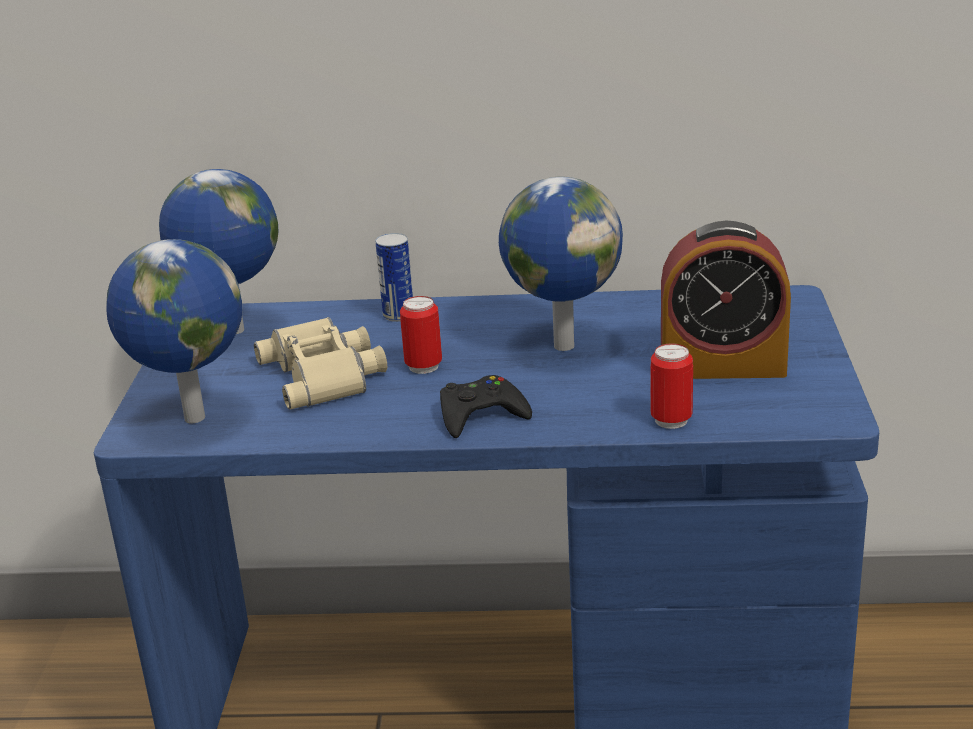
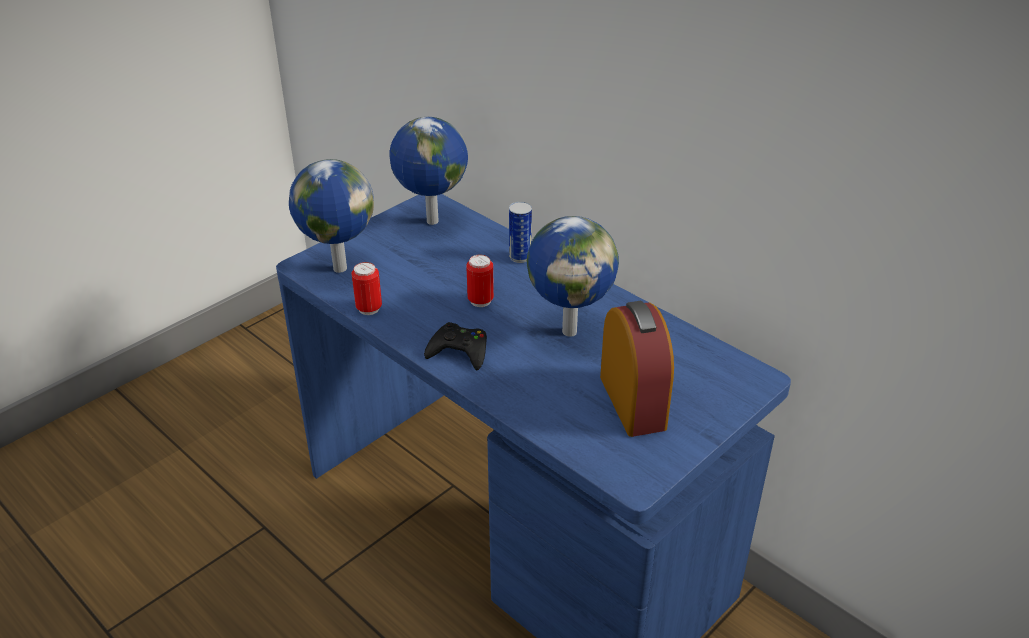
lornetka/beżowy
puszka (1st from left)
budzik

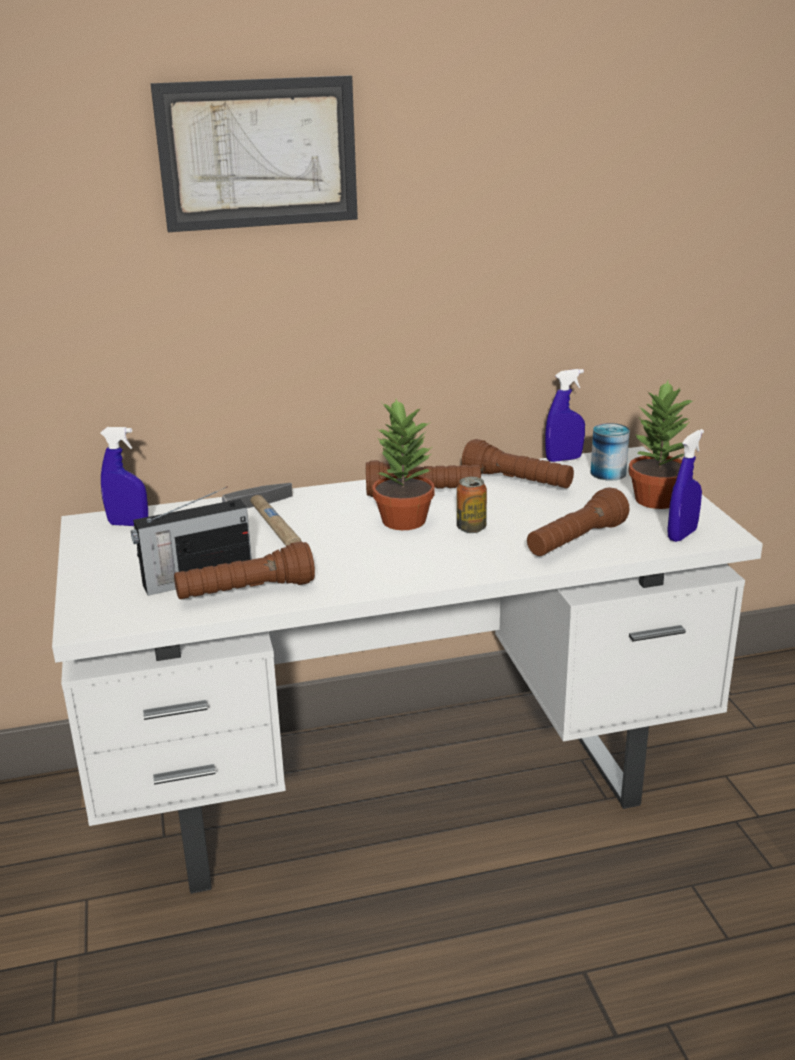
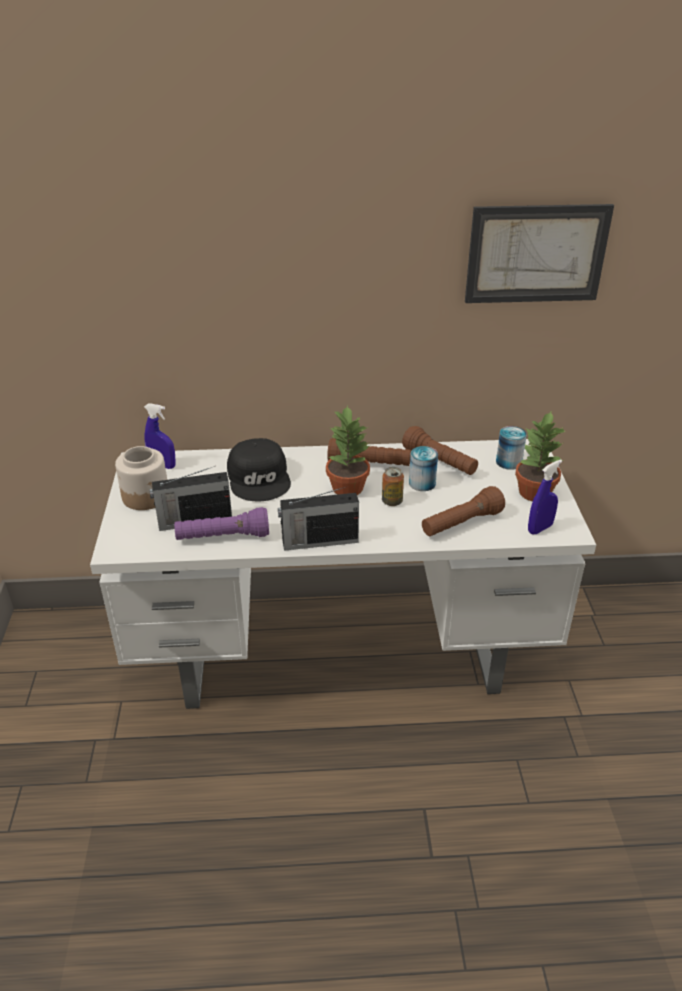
obraz
latarka/fioletowy
czapka z daszkiem/czarny
spryskiwacz/niebieski (2nd from left in the first image)
słoik
radio (2nd from left)
puszka (2nd from left)

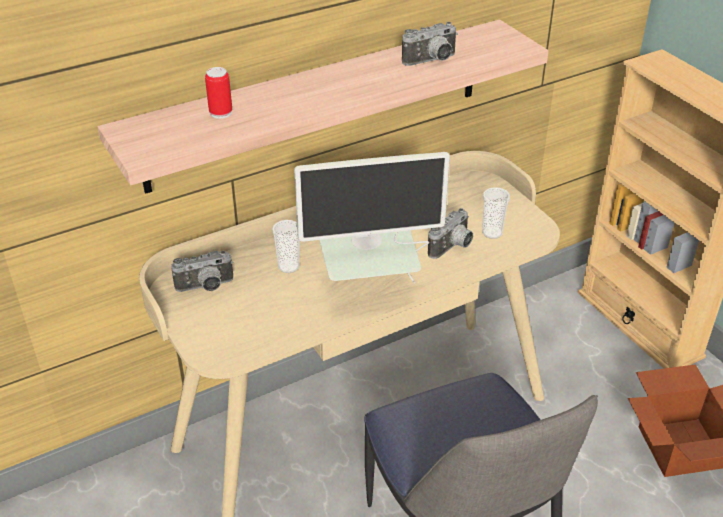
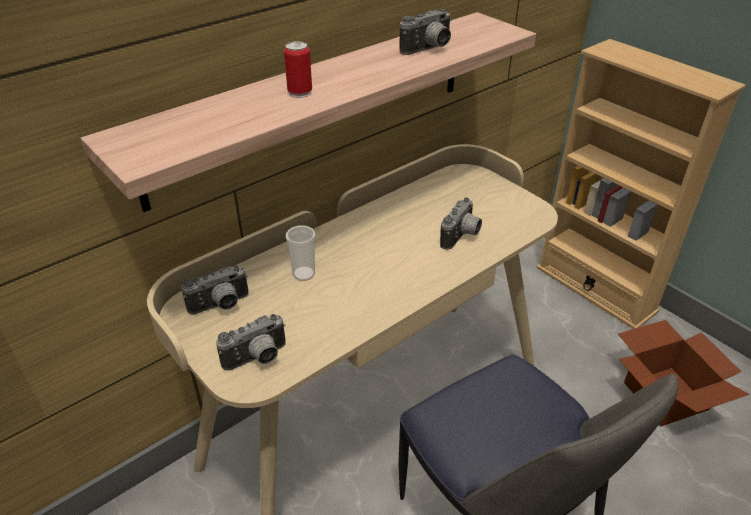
puszka
monitor
filiżanka (2nd from left in the first image)
aparat fotograficzny (2nd from left)

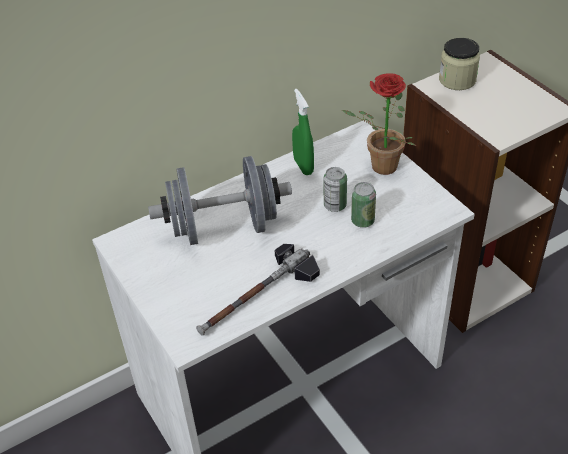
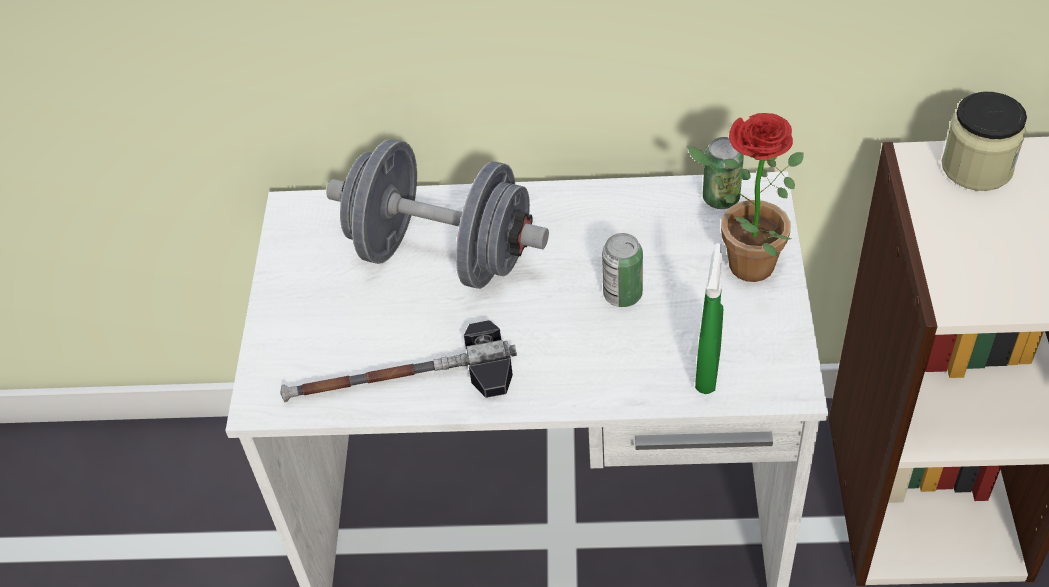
spryskiwacz/zielony
puszka (2nd from left)

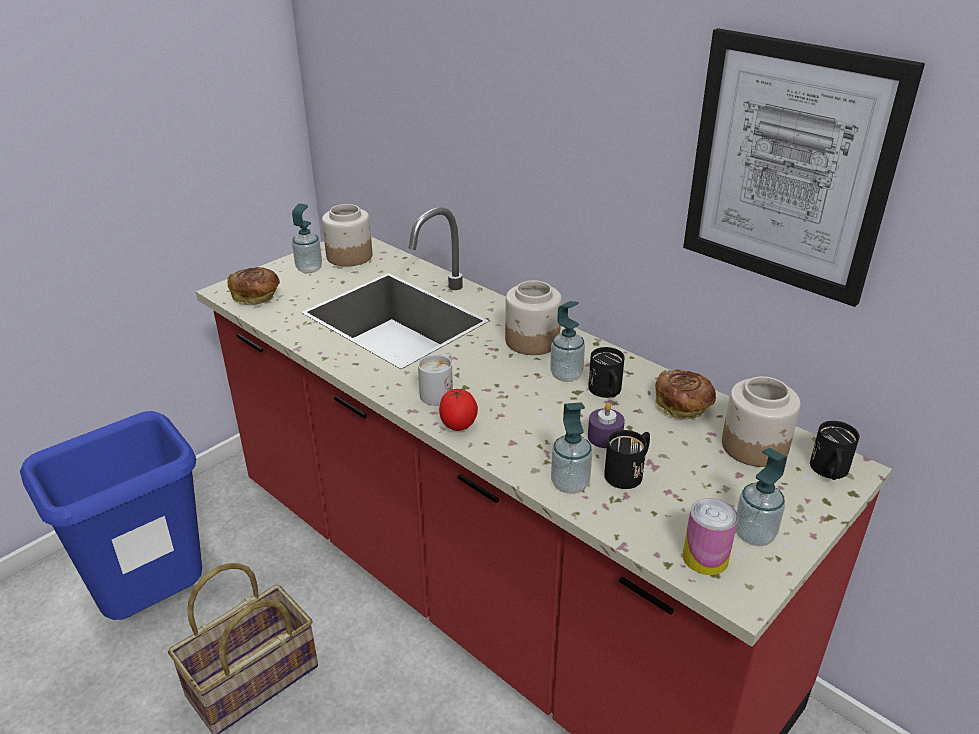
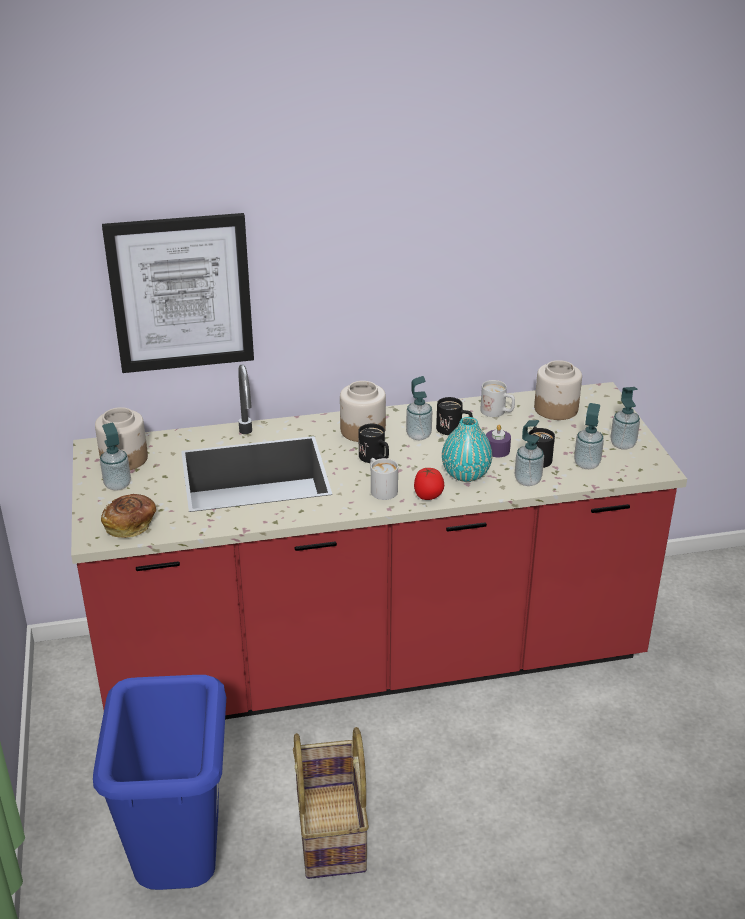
kubek/biały (2nd from left)
obraz
puszka
kubek/czarny (1st from left)
wazon/turkusowy
dozownik mydła (4th from left)

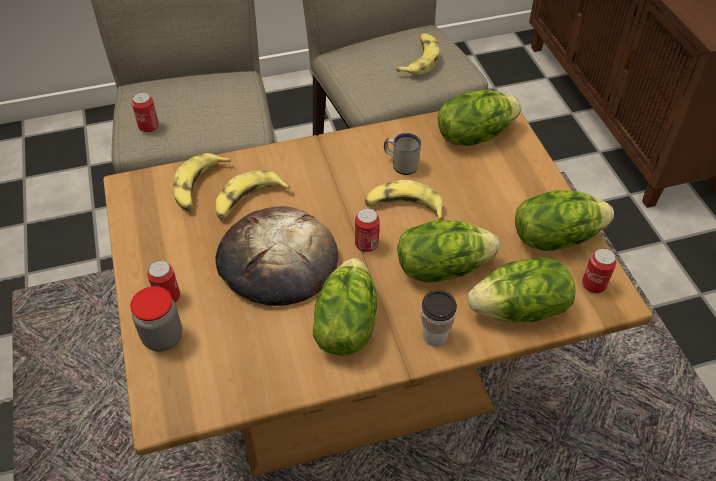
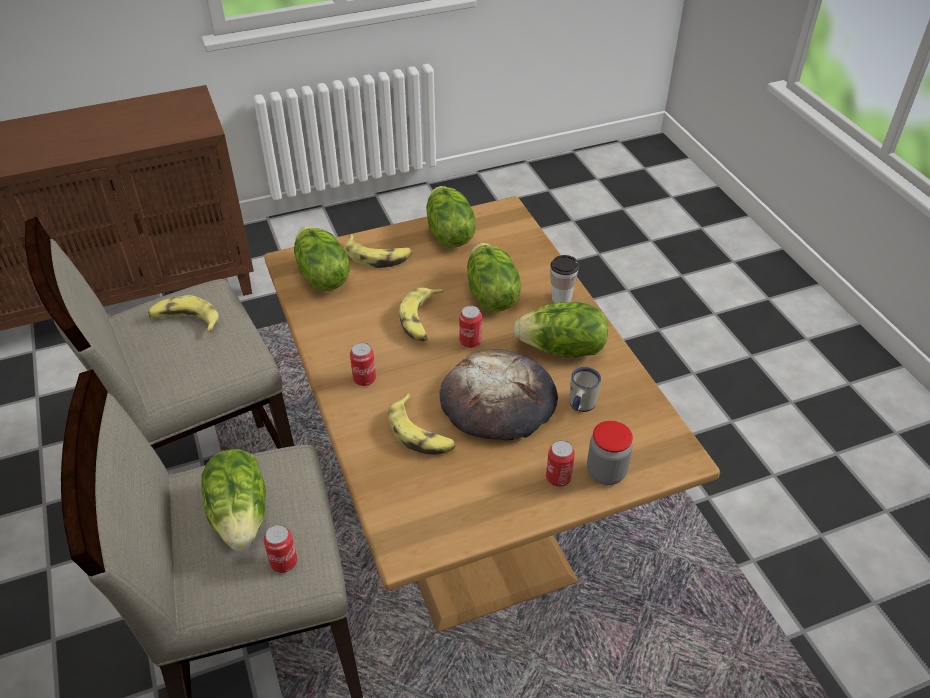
banan (2nd from left)
kubek/biały
sałata (1st from left)
puszka (2nd from left)

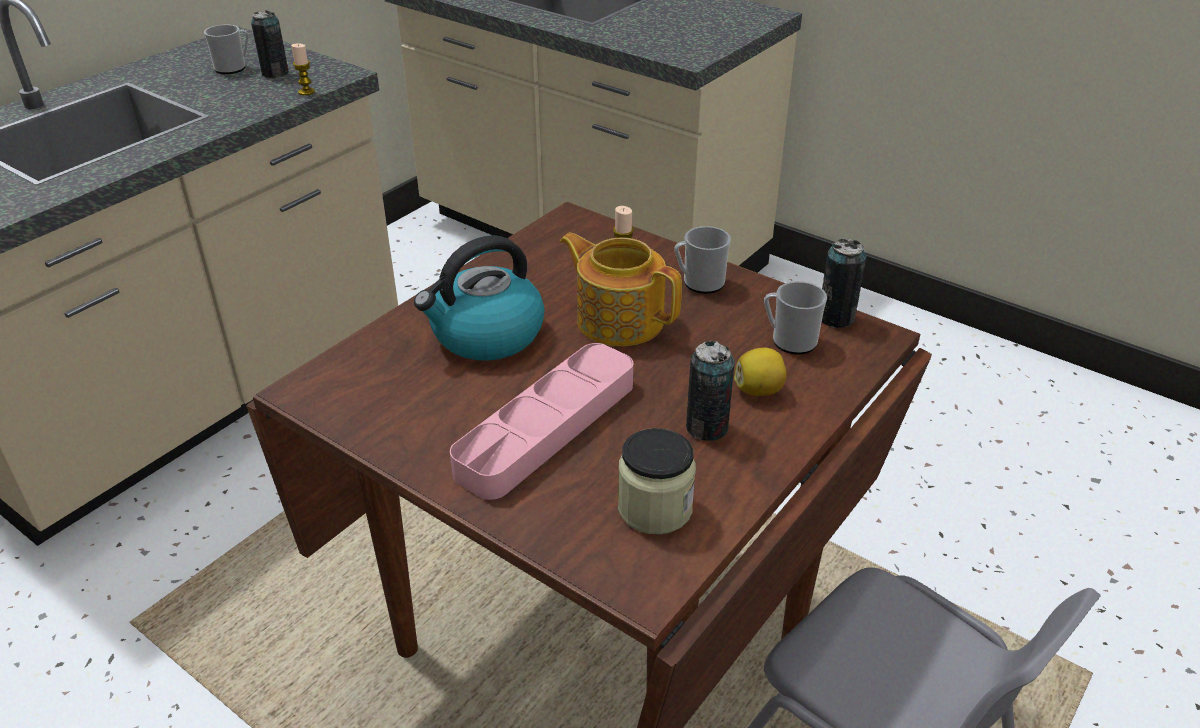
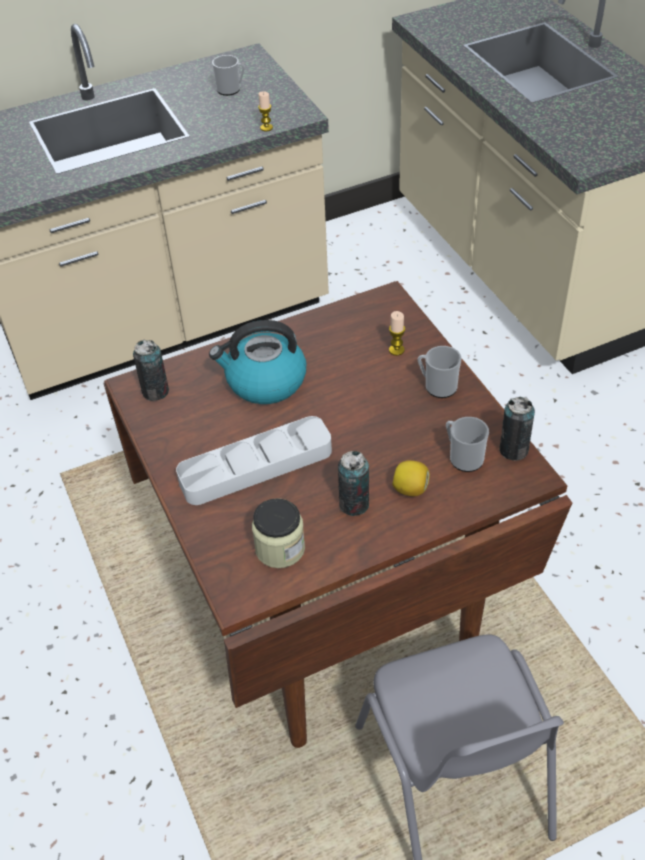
puszka (1st from left)
taca/szary
imbryk

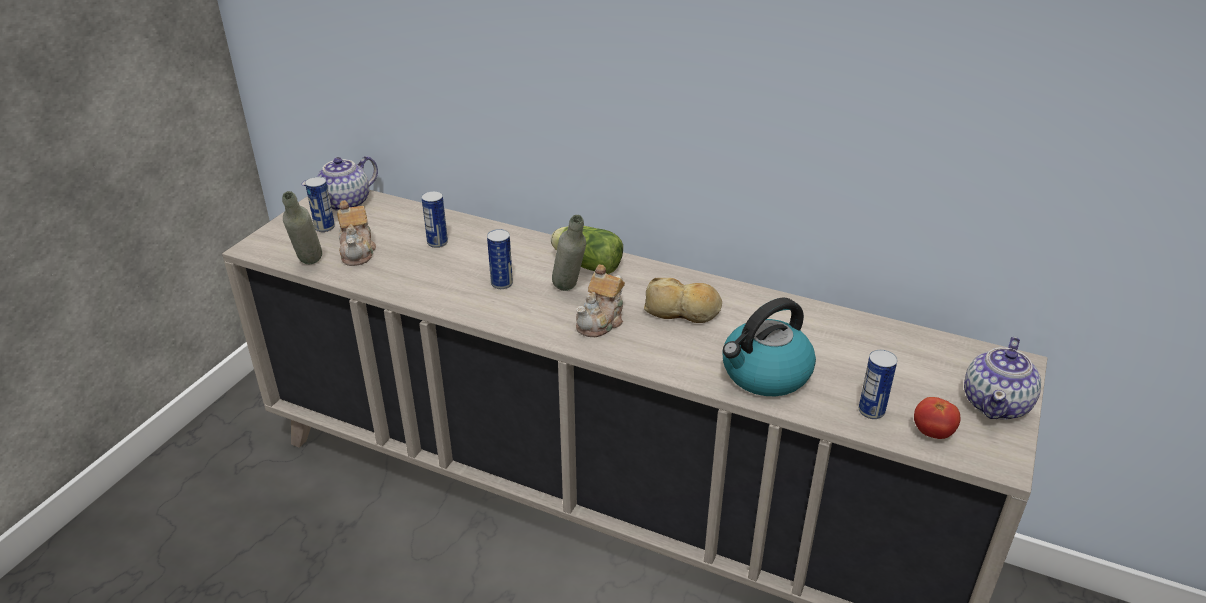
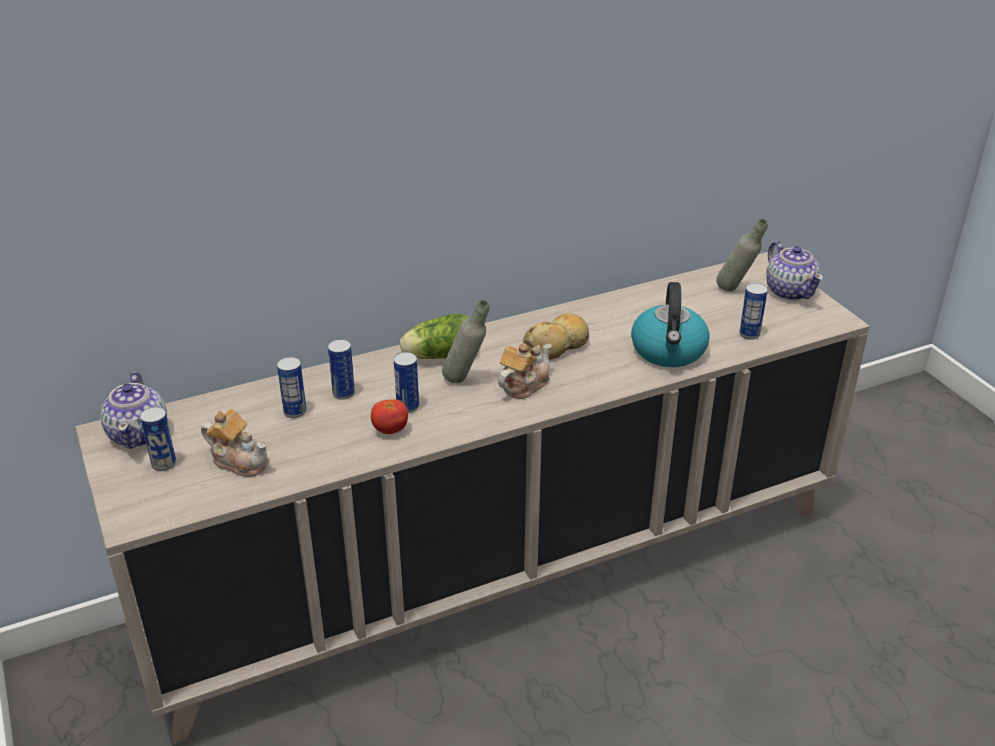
butelka/szary (2nd from left)
imbryk (3rd from left)
pomidor
puszka (3rd from left)

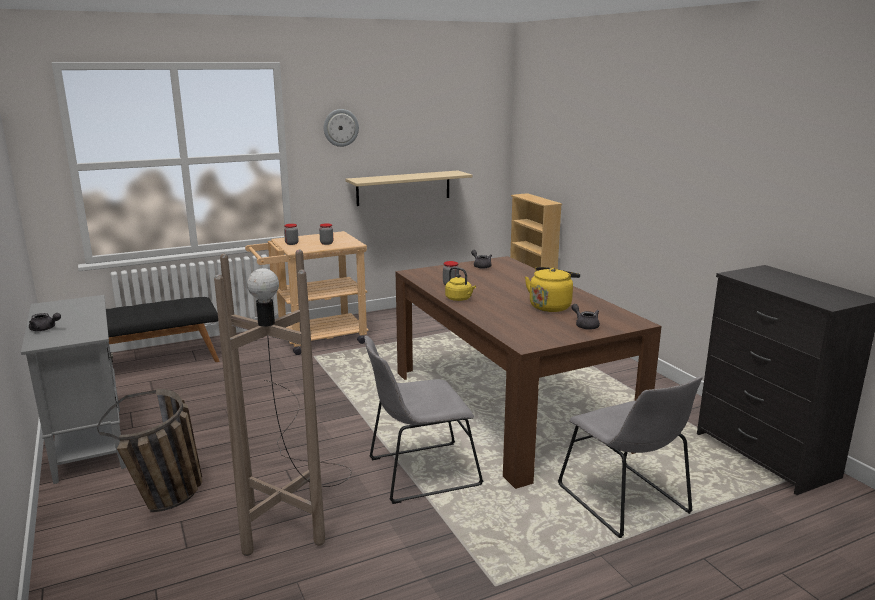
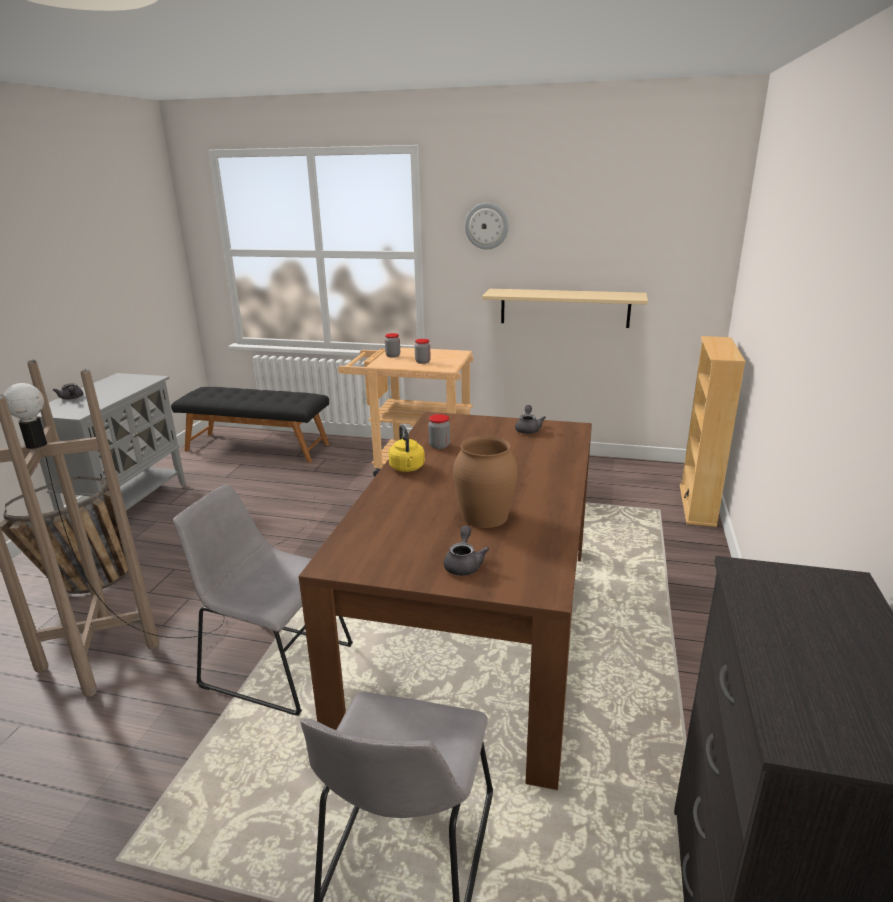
wazon/brązowy

